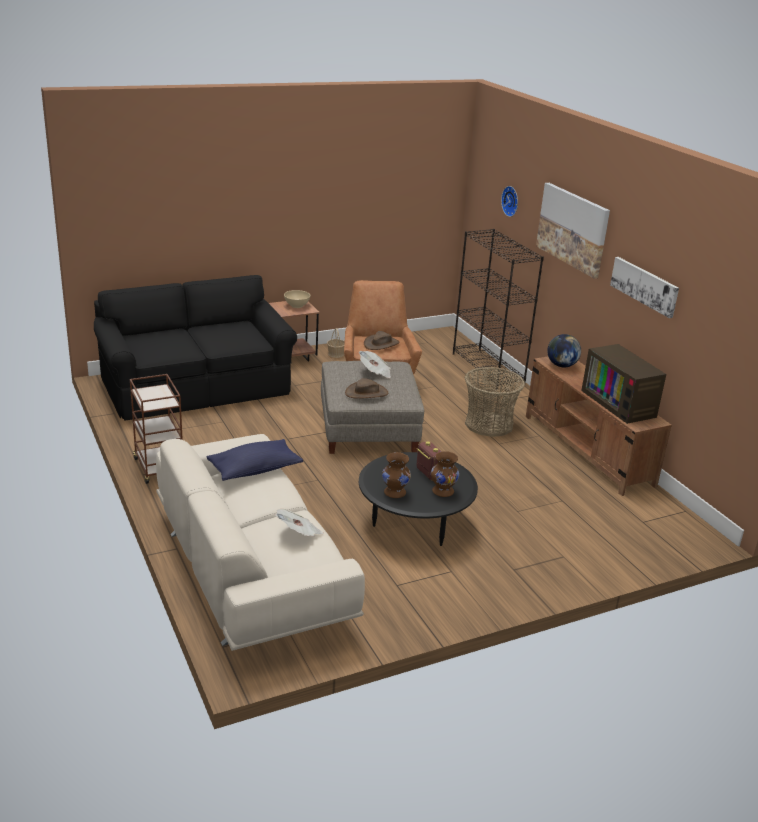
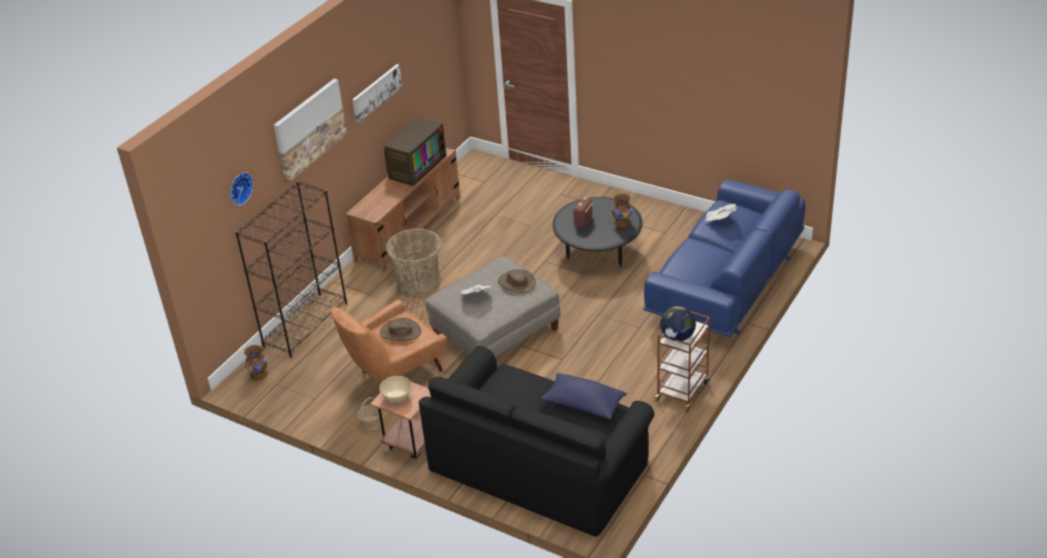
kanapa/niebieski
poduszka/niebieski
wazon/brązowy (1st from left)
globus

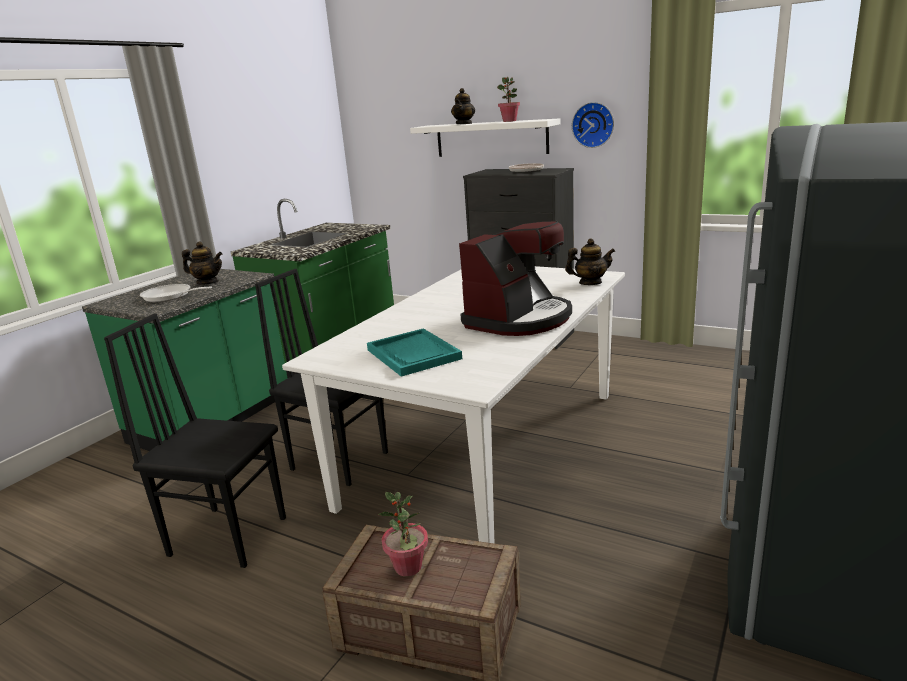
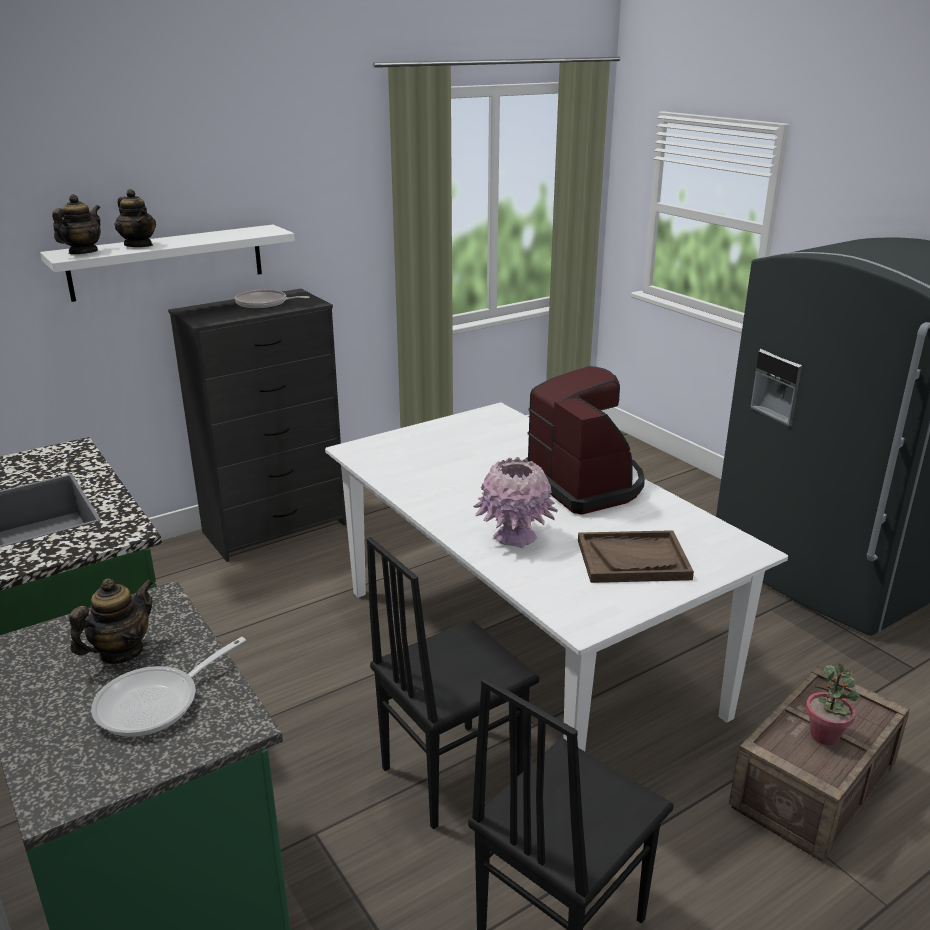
taca/brązowy
roślina doniczkowa (2nd from left in the first image)
imbryk (1st from left)
zegar ścienny
wazon/różowy

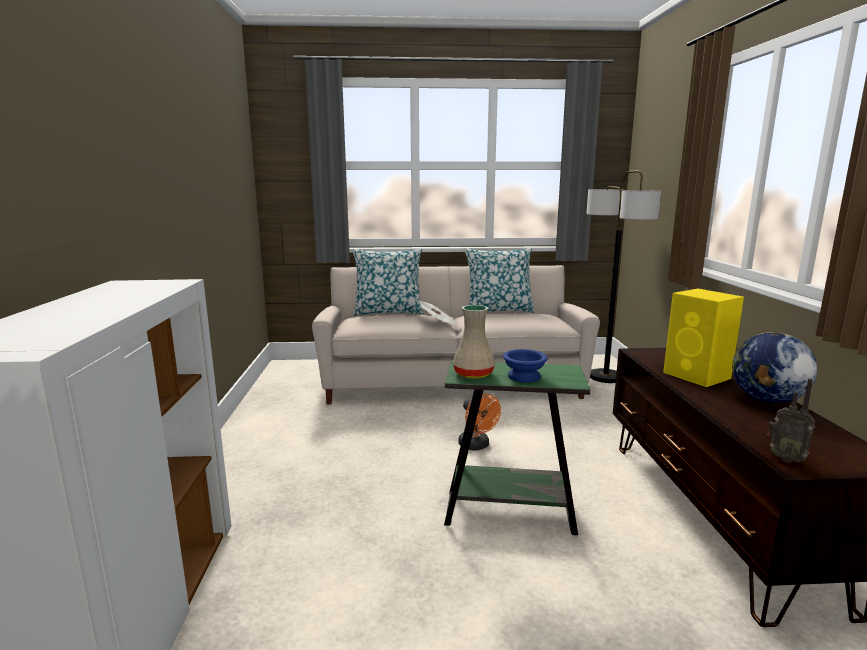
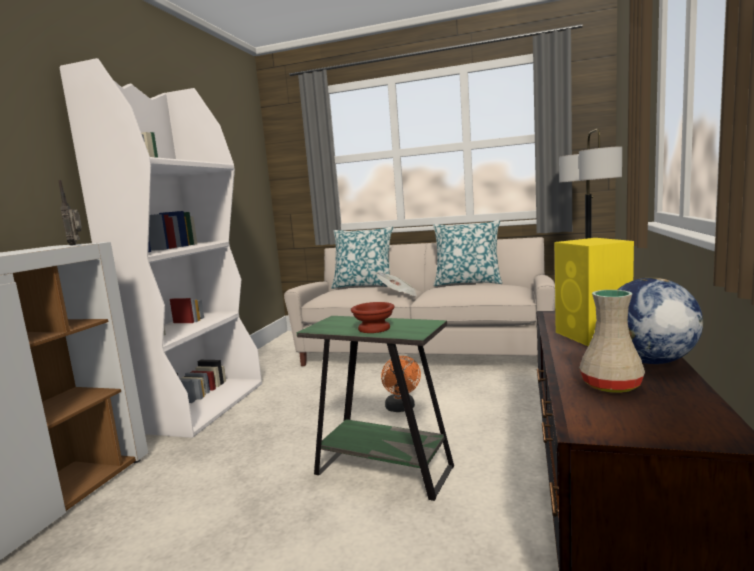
wazon/beżowy
miska/brązowy
radio
regał/biały

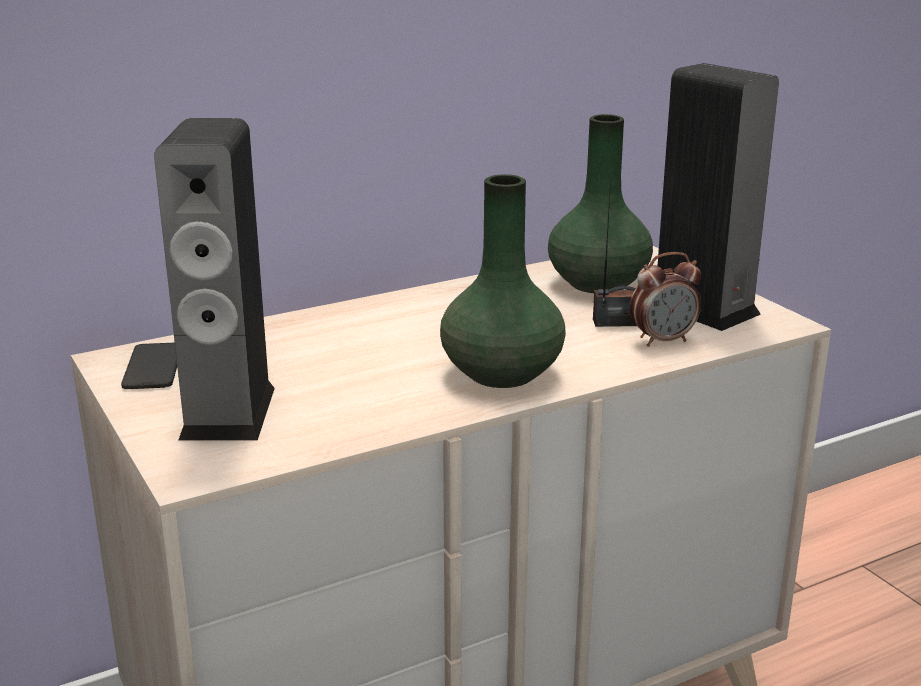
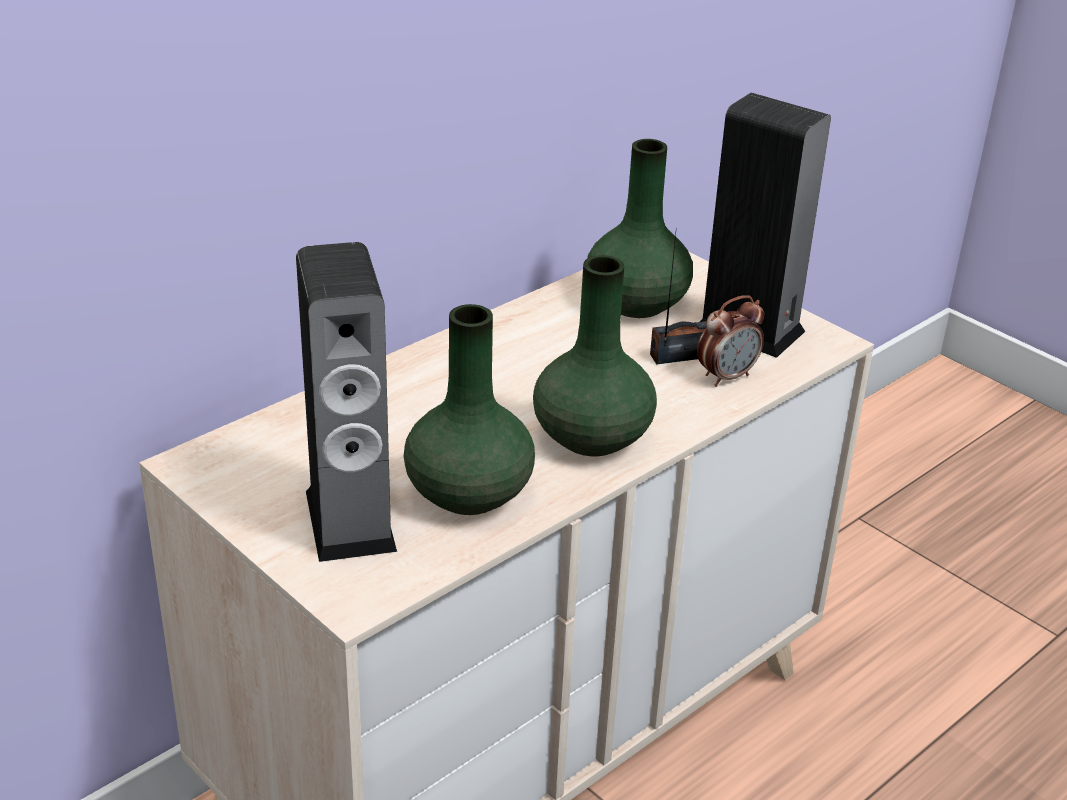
telefon
wazon/zielony (1st from left)

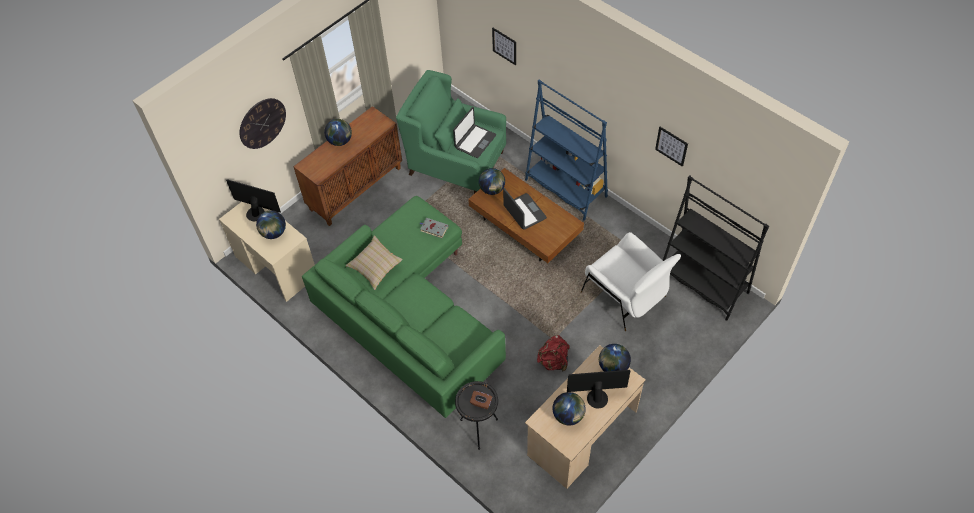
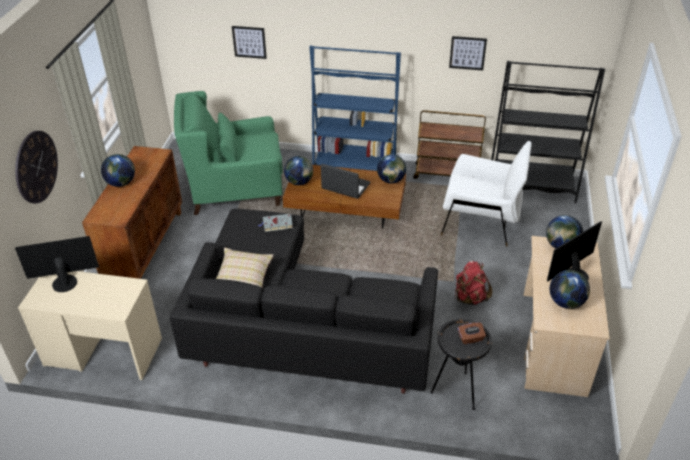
globus (3rd from left)
kanapa/czarny
laptop (1st from left in the first image)
wózek/brązowy

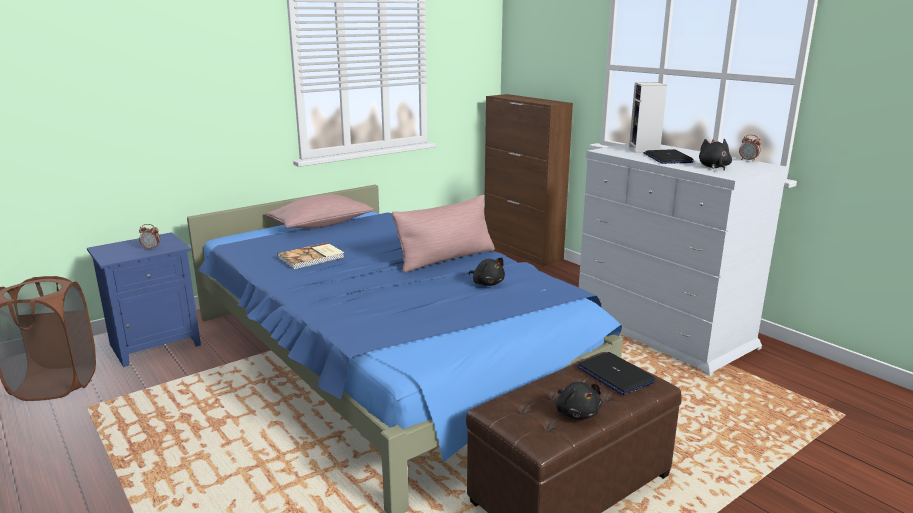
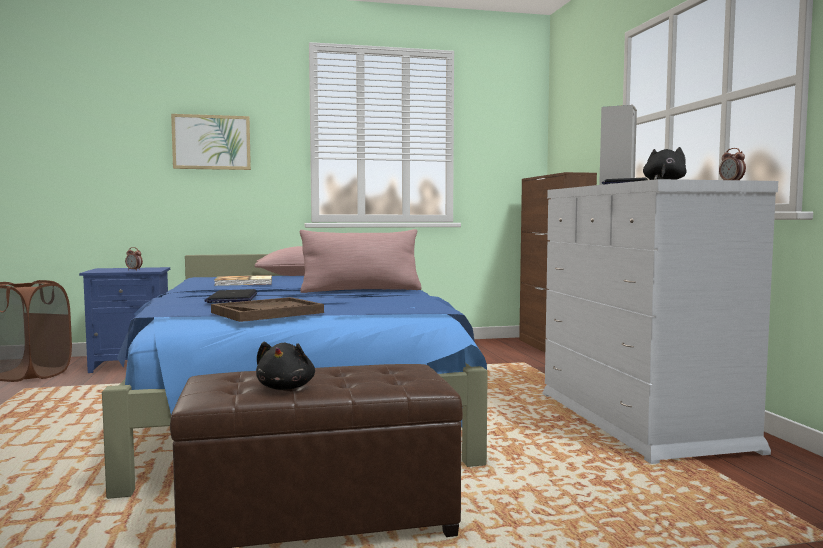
pluszak/czarny (1st from left in the first image)
laptop (1st from left)
obraz
taca/brązowy

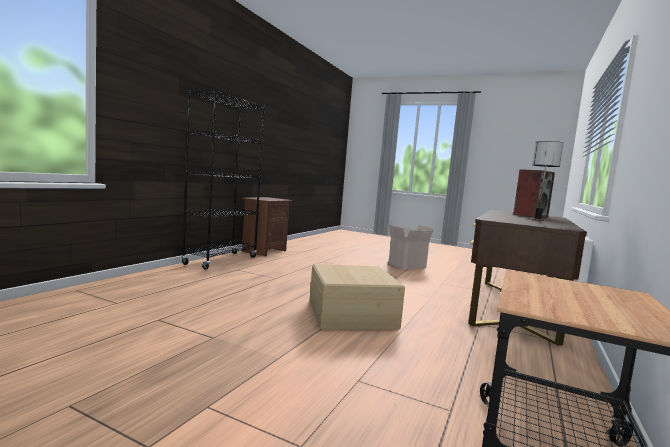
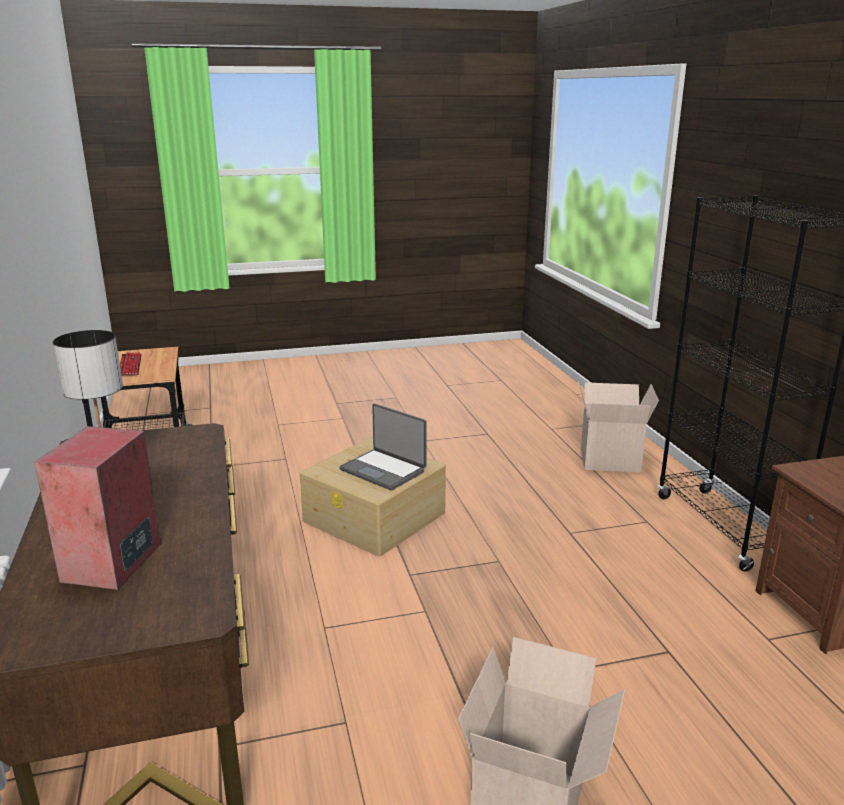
klawiatura
laptop
karton (2nd from left)

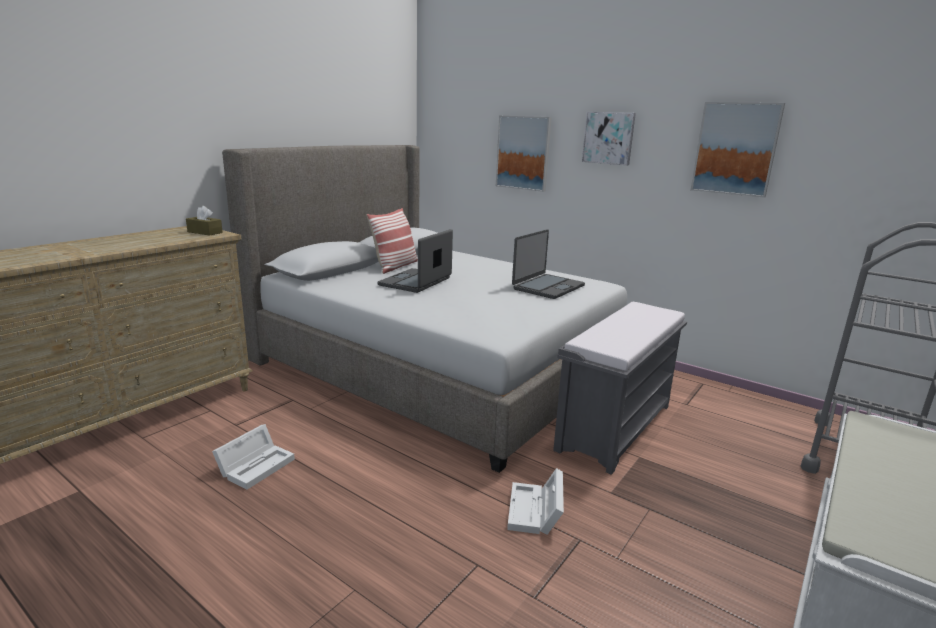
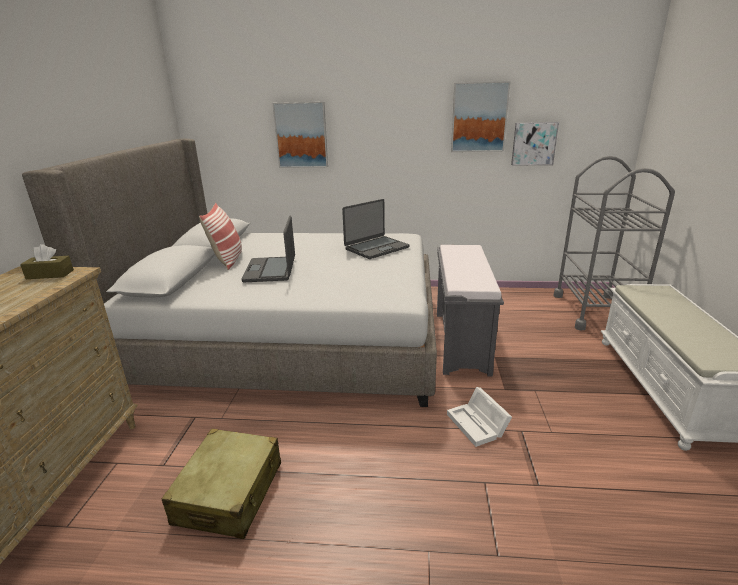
walizka/beżowy
laptop (2nd from left)
obraz (3rd from left)

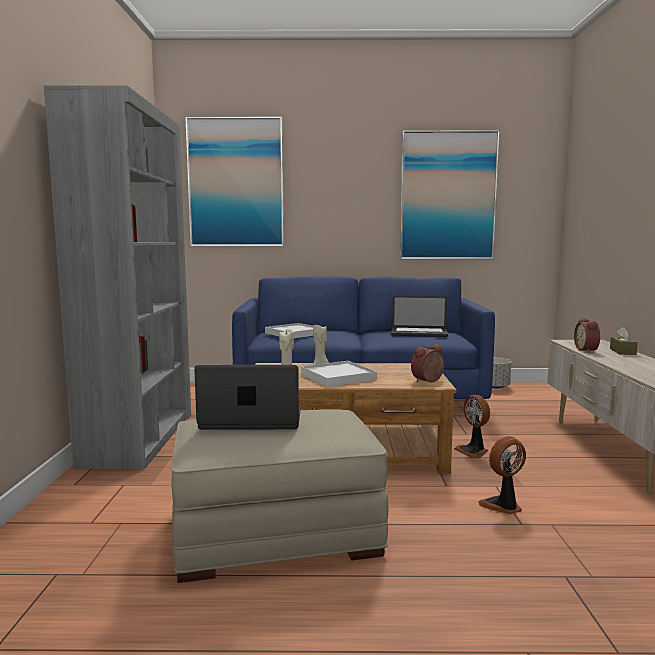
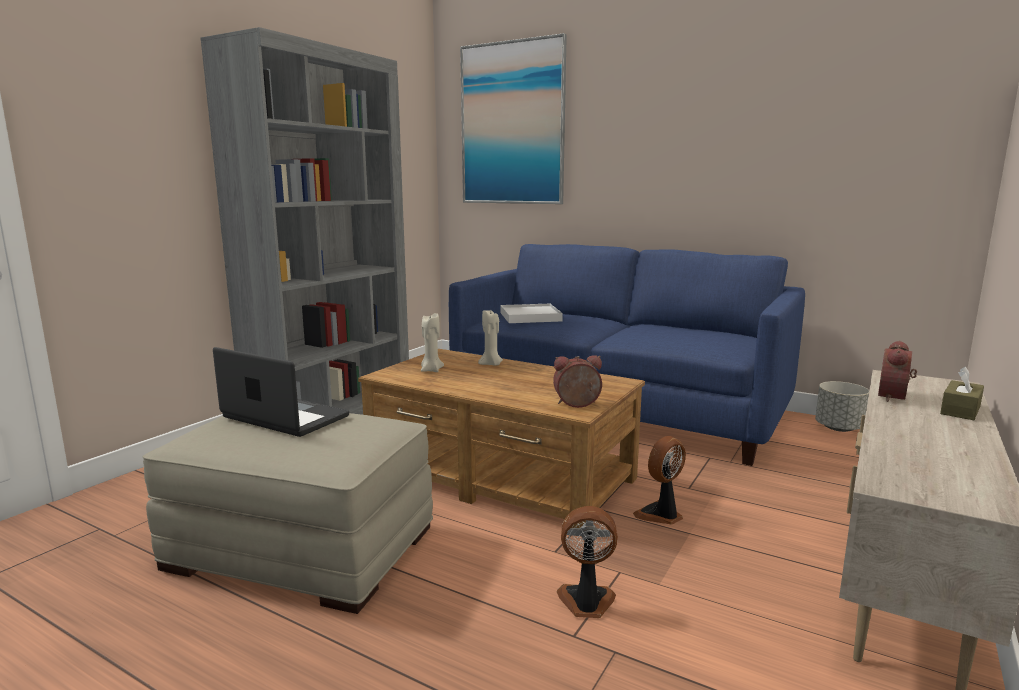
taca/biały (2nd from left in the first image)
laptop (2nd from left in the first image)
obraz (2nd from left in the first image)
wentylator (2nd from left)

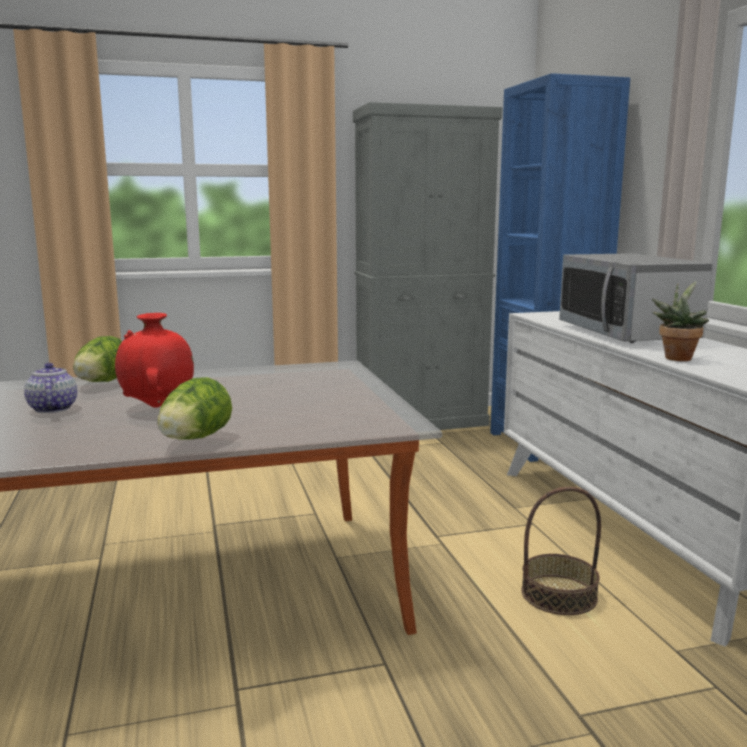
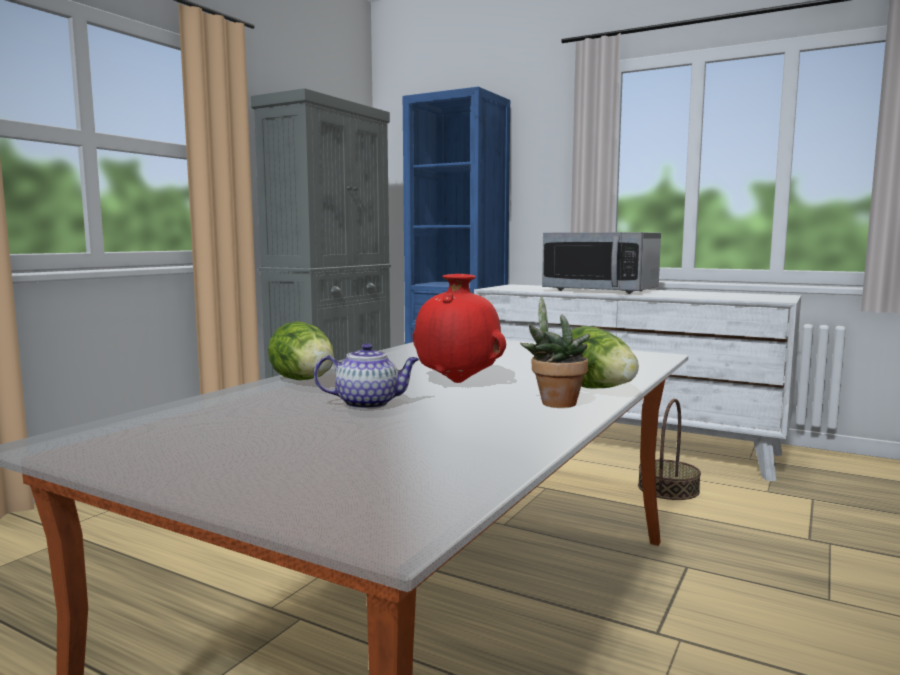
imbryk
roślina doniczkowa

